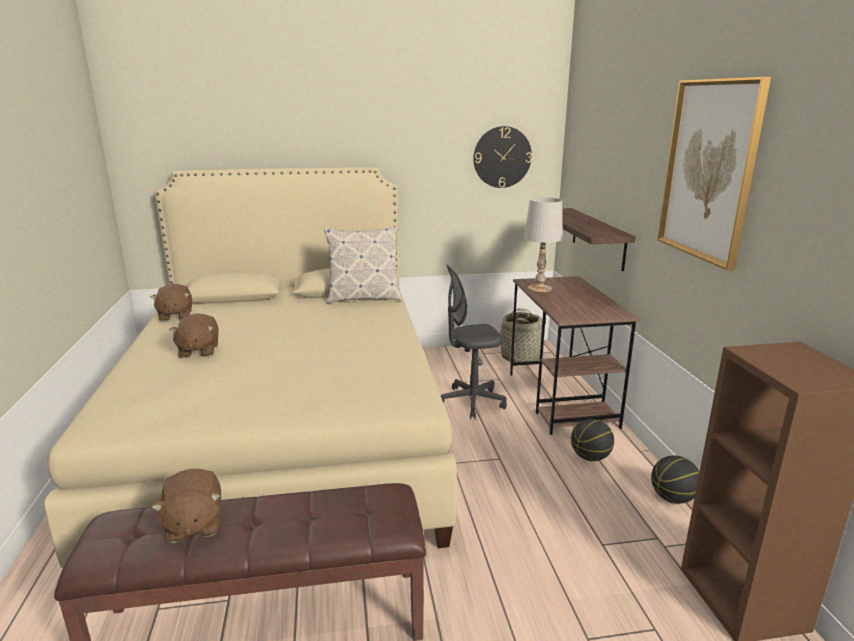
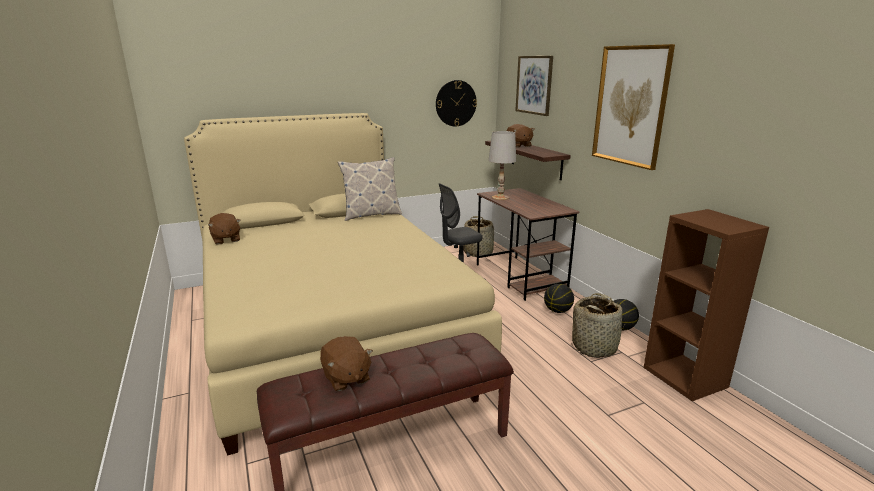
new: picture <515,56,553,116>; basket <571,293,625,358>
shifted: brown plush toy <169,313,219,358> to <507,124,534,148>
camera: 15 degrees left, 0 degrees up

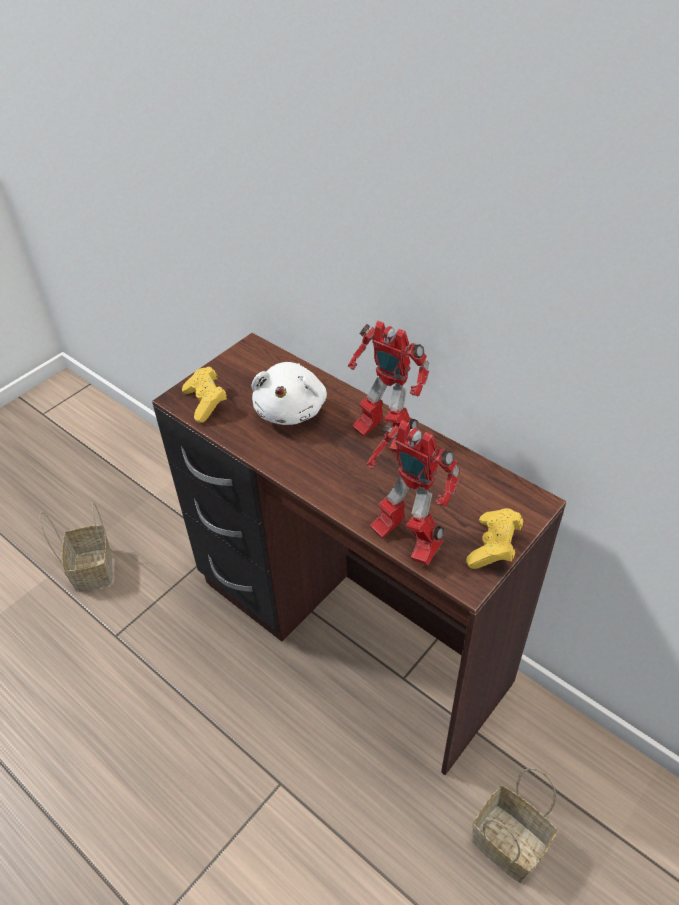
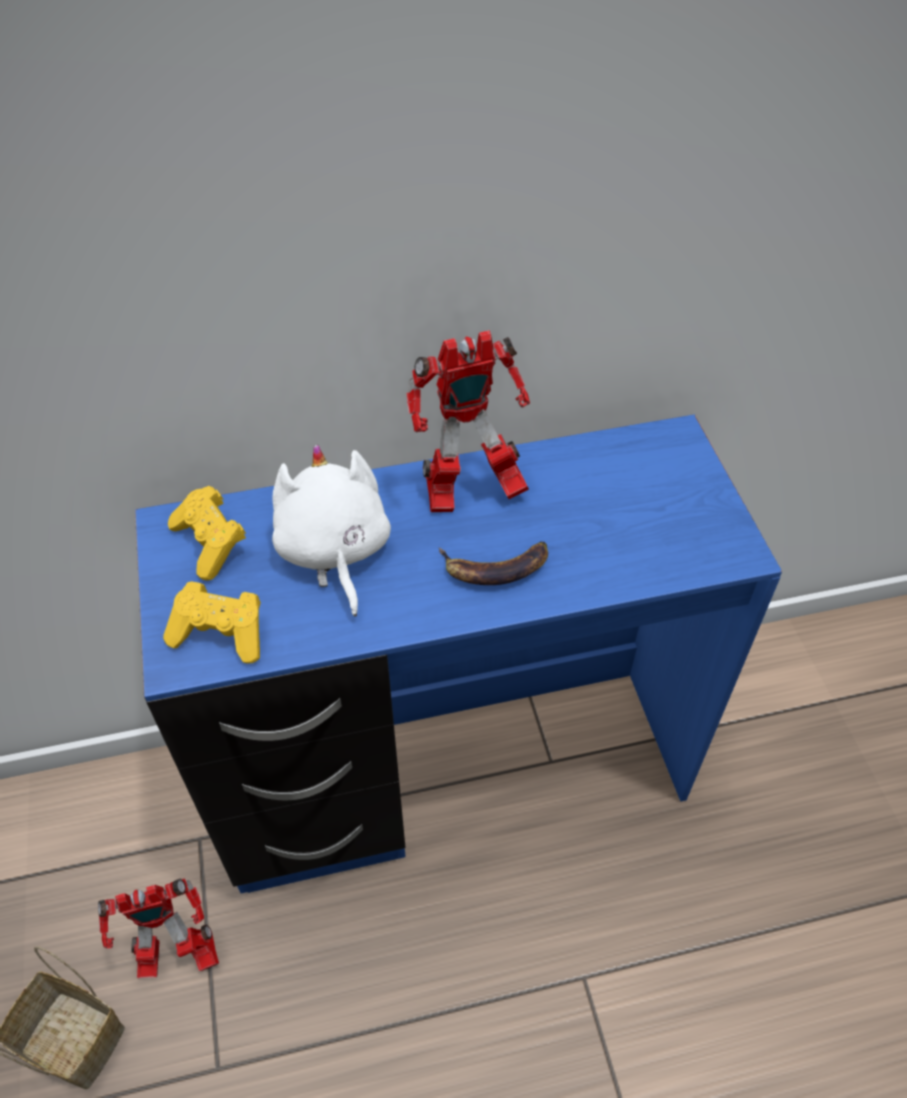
gone: basket <471,768,557,883>
new: banana <438,541,548,585>
shifted: toy robot <367,420,459,565> to <98,878,219,978>; yellow game controller <466,508,523,569> to <168,486,246,581>
repainted: brown desk <152,333,566,775> to blue desk <135,414,782,893>
rotated: white plush toy <251,362,327,425> = <272,444,391,617> 150 degrees counterclockwise
camera: 55 degrees left, 5 degrees up

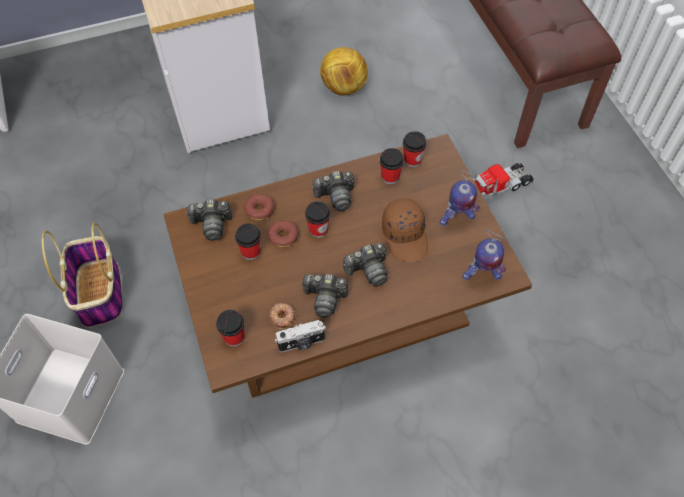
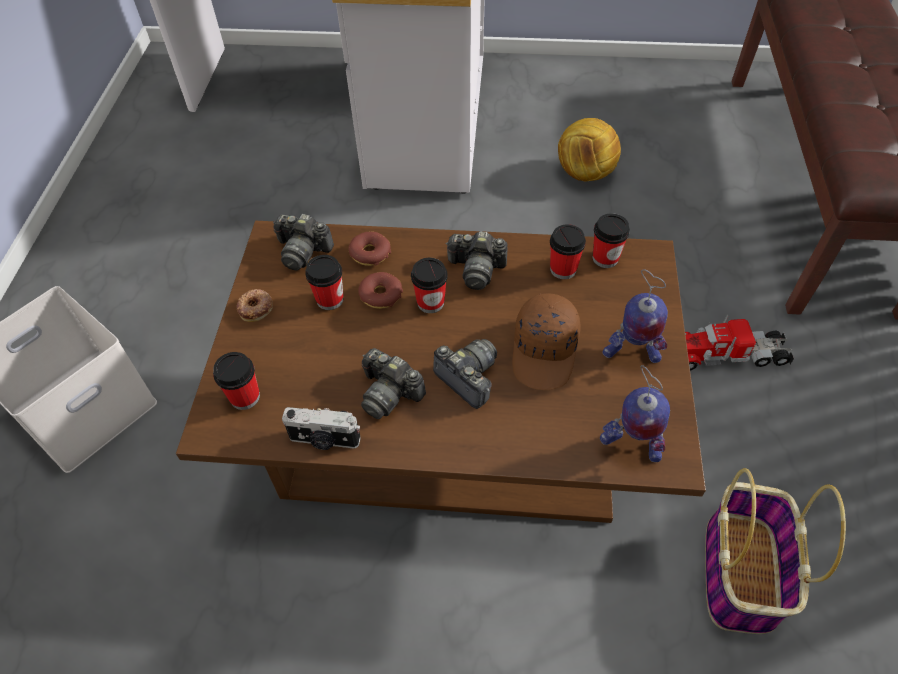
shifted: donut <269,303,296,330> to <236,289,273,322>; basket <42,222,123,328> to <705,468,846,634>
rotated: photo camera <343,243,388,287> = <433,339,497,409> 135 degrees counterclockwise
camera: 25 degrees right, 5 degrees down

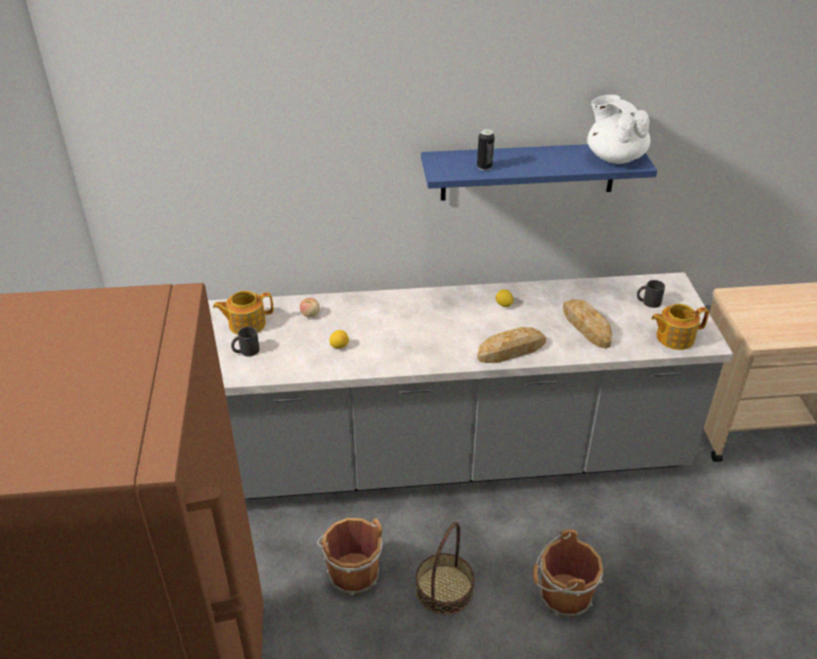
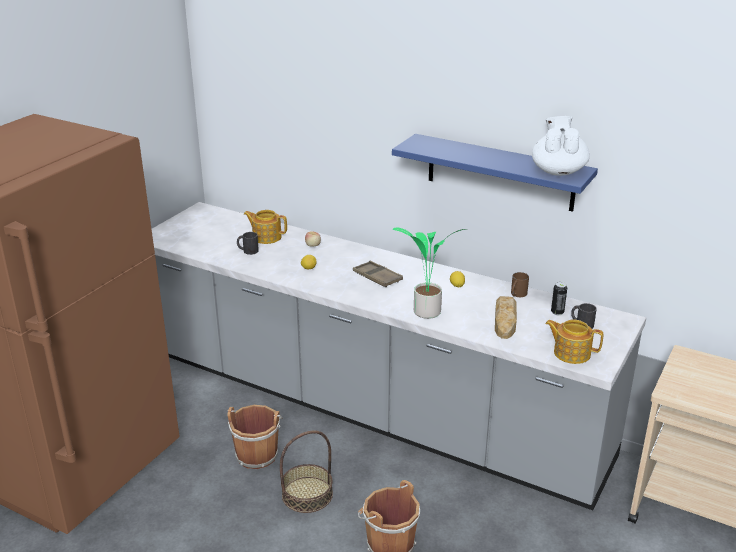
new: brown tray <353,261,403,287>; brown mug <511,272,529,297>
shifted: can <477,129,495,171> to <551,282,567,315>
swapped: bread <477,327,546,363> to potted plant <392,227,467,319>
camera: 35 degrees right, 10 degrees down

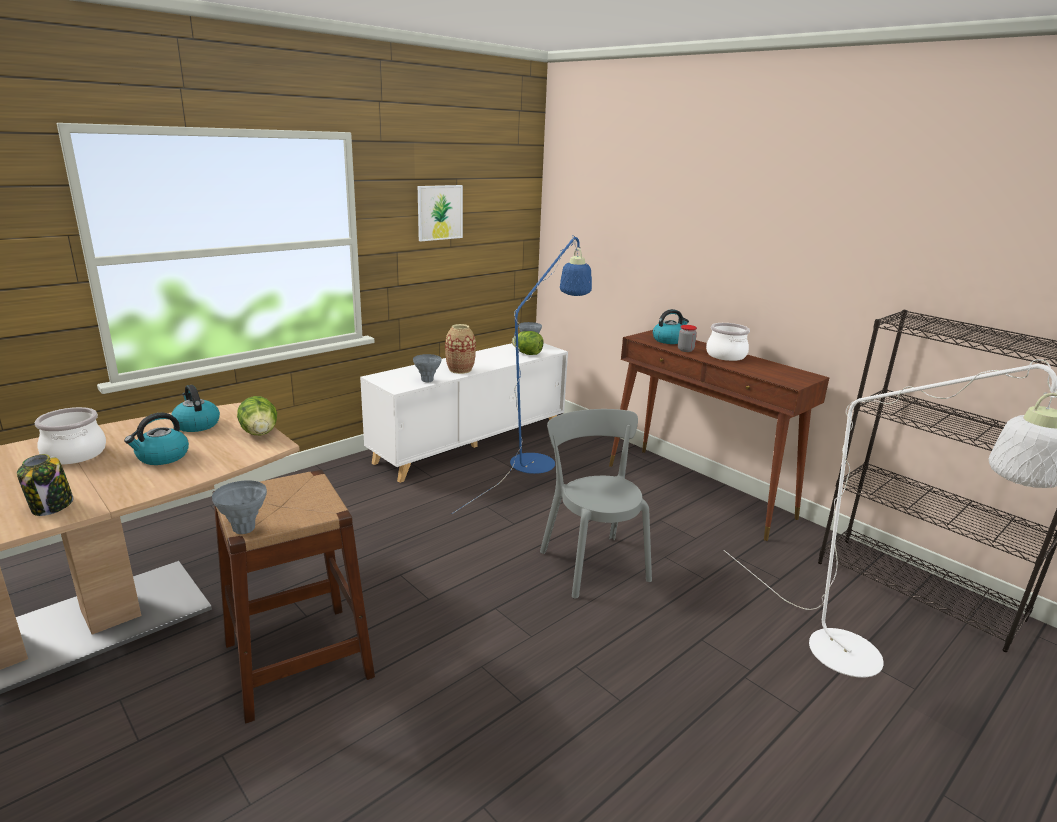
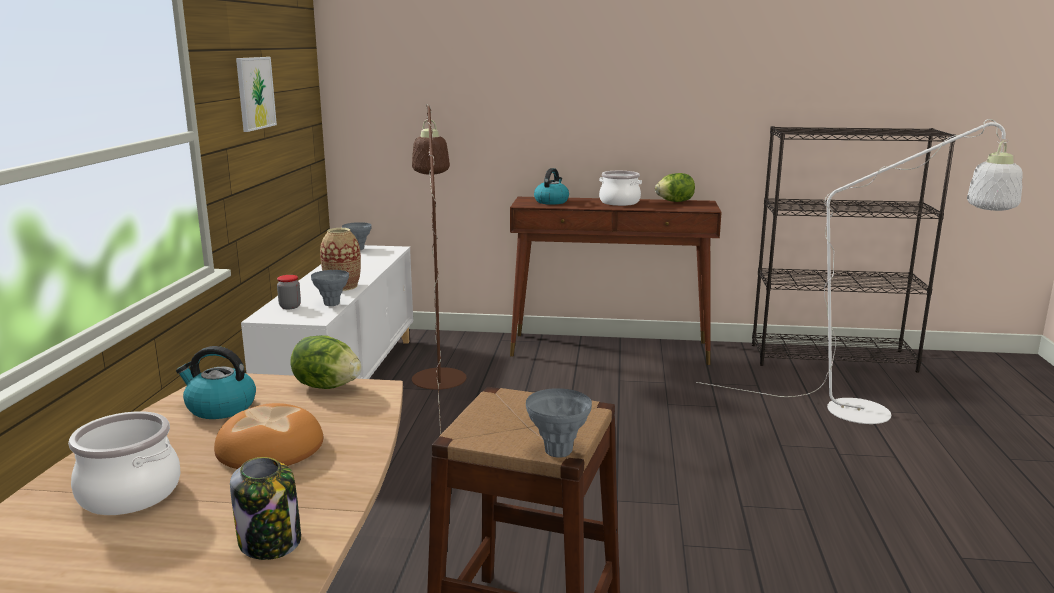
gone: grey chair <540,409,652,599>
shifted: jar <678,325,697,352> to <277,275,301,309>; lettuce <512,331,543,355> to <655,173,695,202>
swapped: kettle <124,413,189,465> to bread <214,403,323,469>
repainted: blue floor lamp <452,235,592,514> to brown floor lamp <412,104,466,435>
camera: 40 degrees left, 5 degrees down

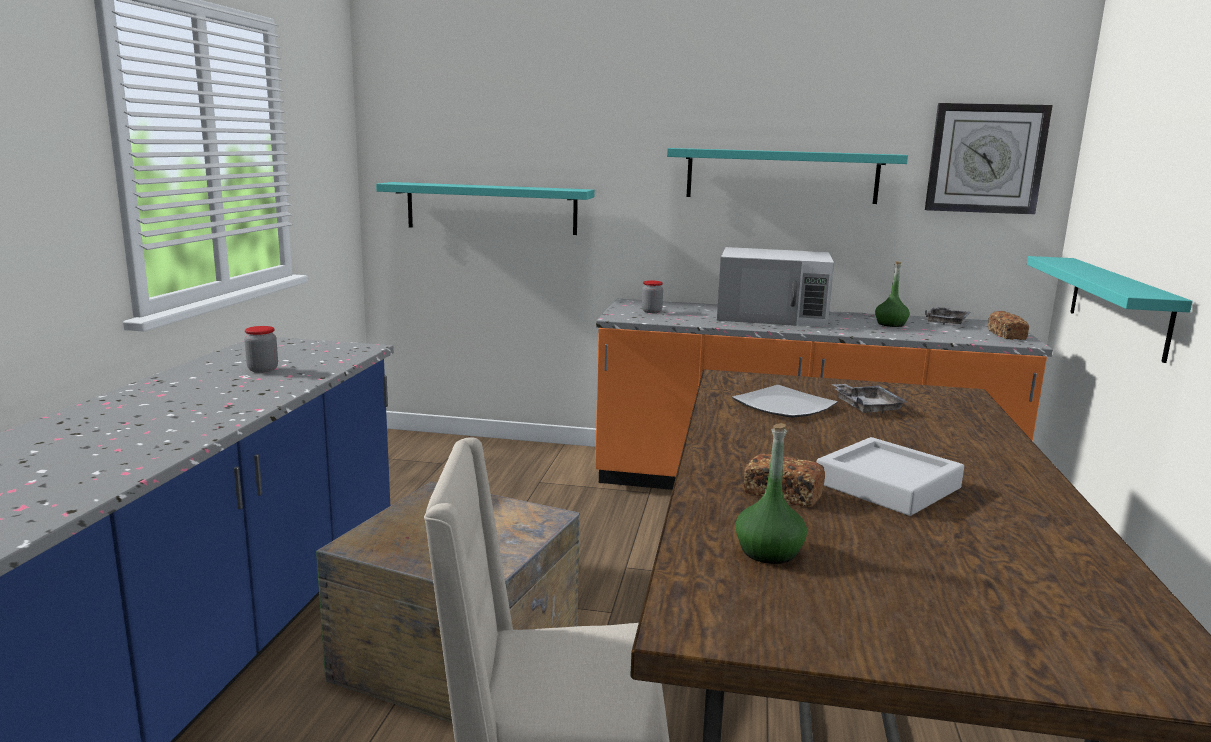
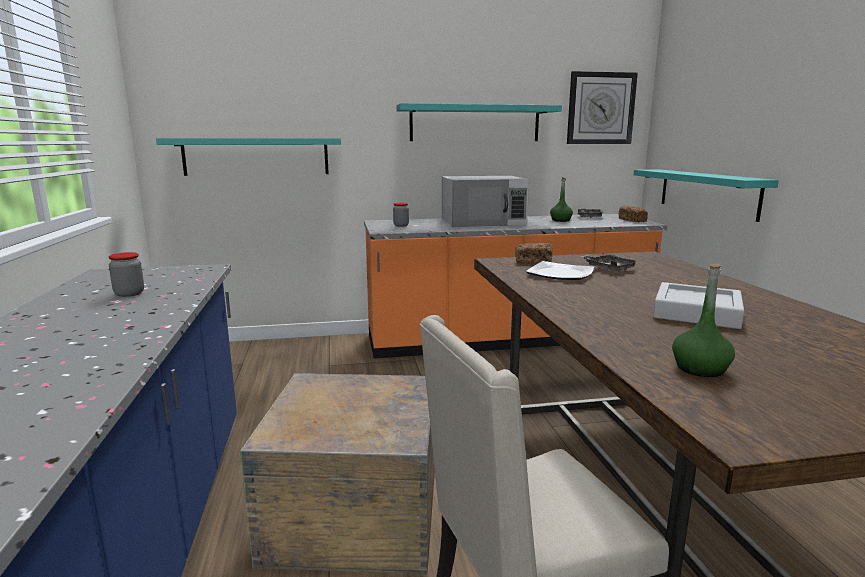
shifted: bread <744,453,825,507> to <516,243,553,264>
camera: 20 degrees left, 0 degrees up

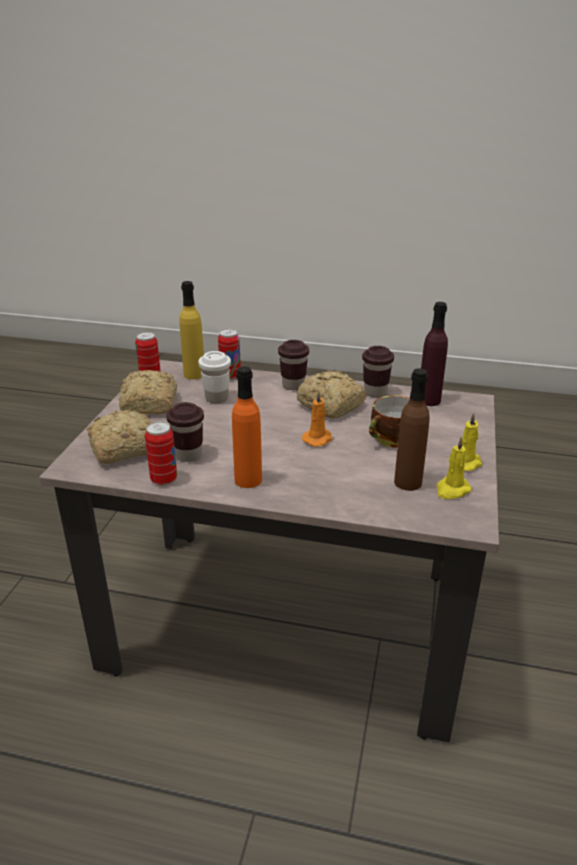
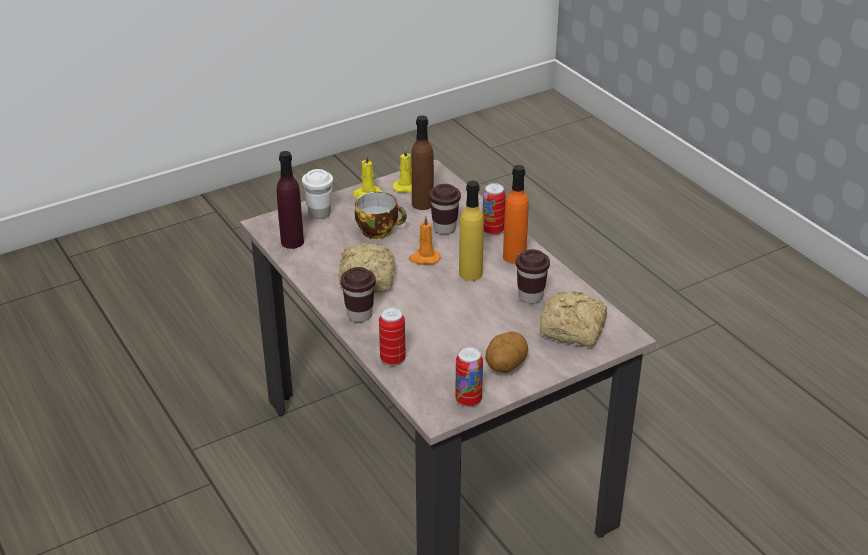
shifted: white cup <198,351,231,403> to <302,169,333,219>; brown cup <362,346,394,397> to <429,184,461,234>; yellow bottle <179,281,204,380> to <459,181,484,281>; can <145,421,177,486> to <483,183,506,235>
swapped: bread <119,370,177,414> to potato <486,332,528,373>
camera: 135 degrees left, 5 degrees up

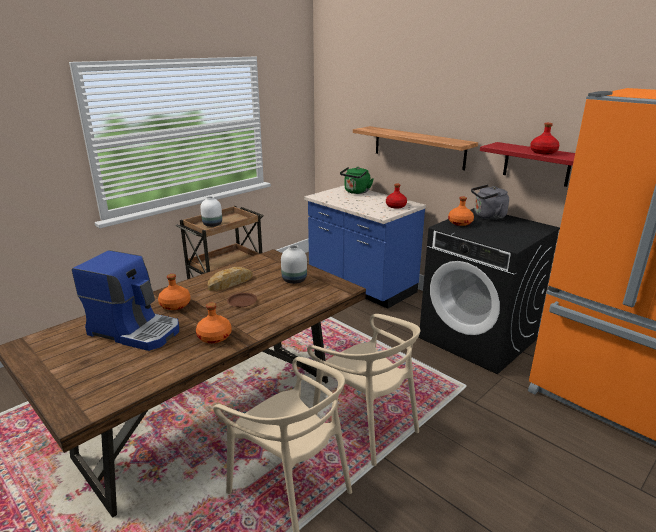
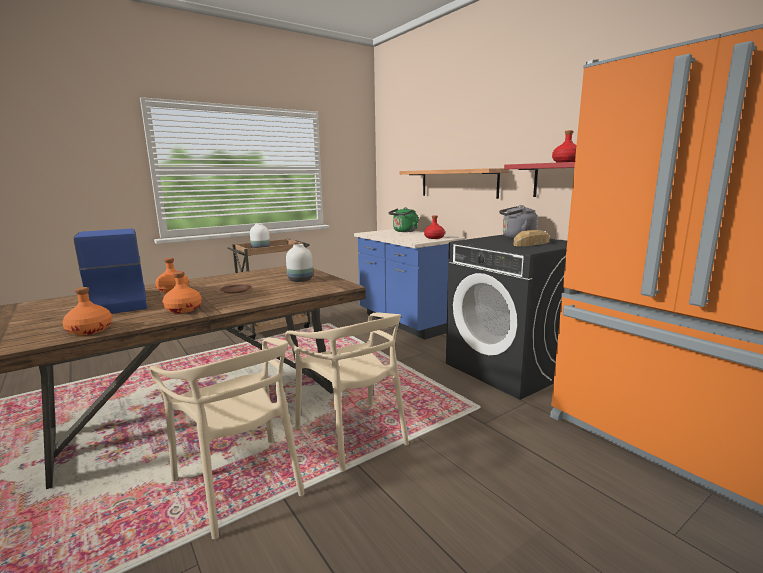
shifted: orange bottle <448,196,474,226> to <62,287,112,335>; bread <208,267,253,291> to <513,230,550,246>
rotated: coffee machine <72,250,179,351> = <73,229,147,314> 150 degrees counterclockwise
camera: 10 degrees right, 10 degrees down

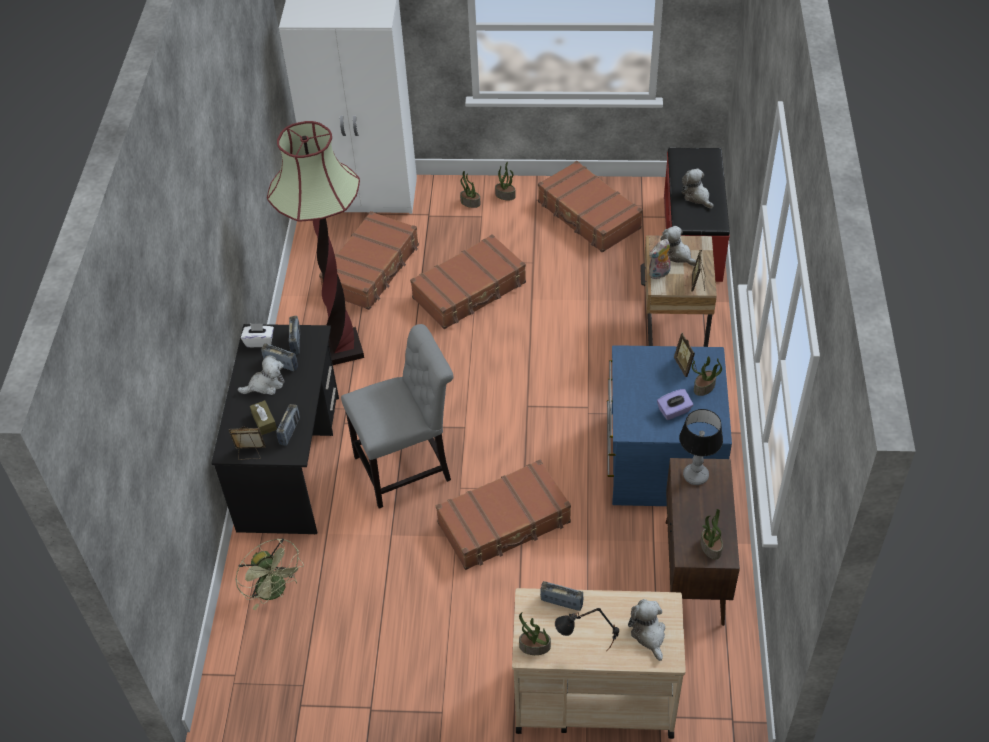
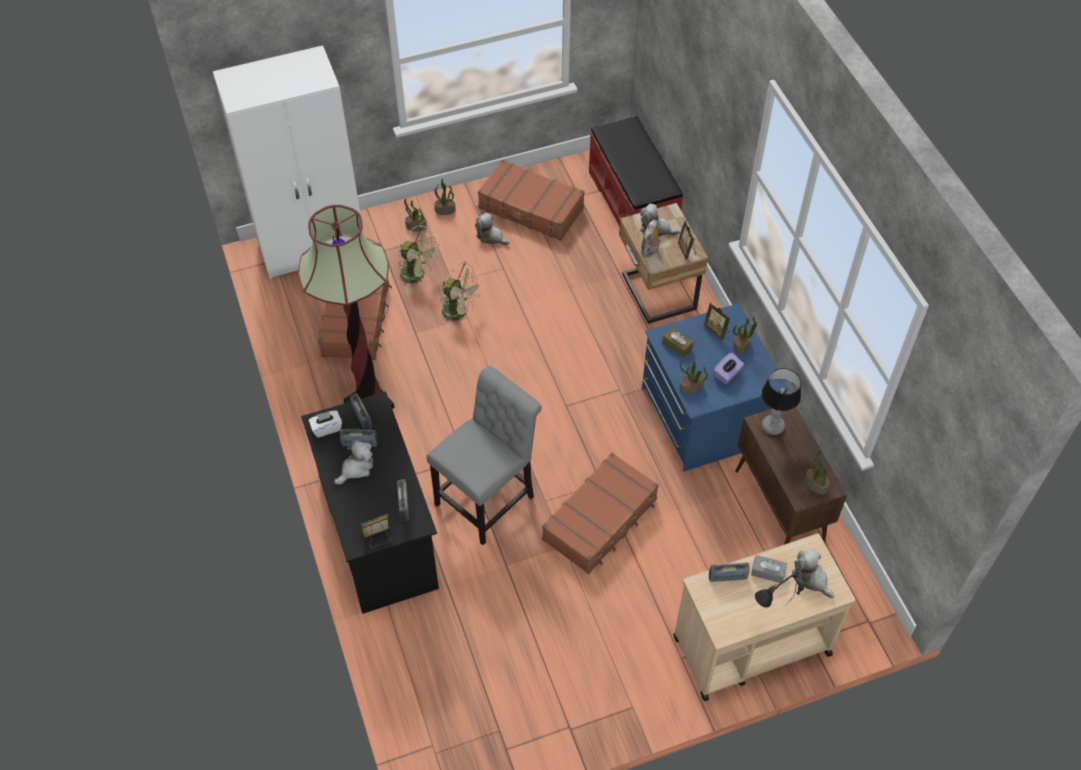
new: grey tissue box <751,555,787,583>
shifted: green fan <235,538,304,610> to <399,225,440,292>; plush toy <682,169,714,208> to <475,213,510,245>; brown tissue box <250,400,277,435> to <662,328,694,358>; potted plant <519,612,551,655> to <680,361,708,394>
swapped: brown suitcase <410,234,526,329> to beige fan <440,262,483,330>
camera: 25 degrees left, 5 degrees up

